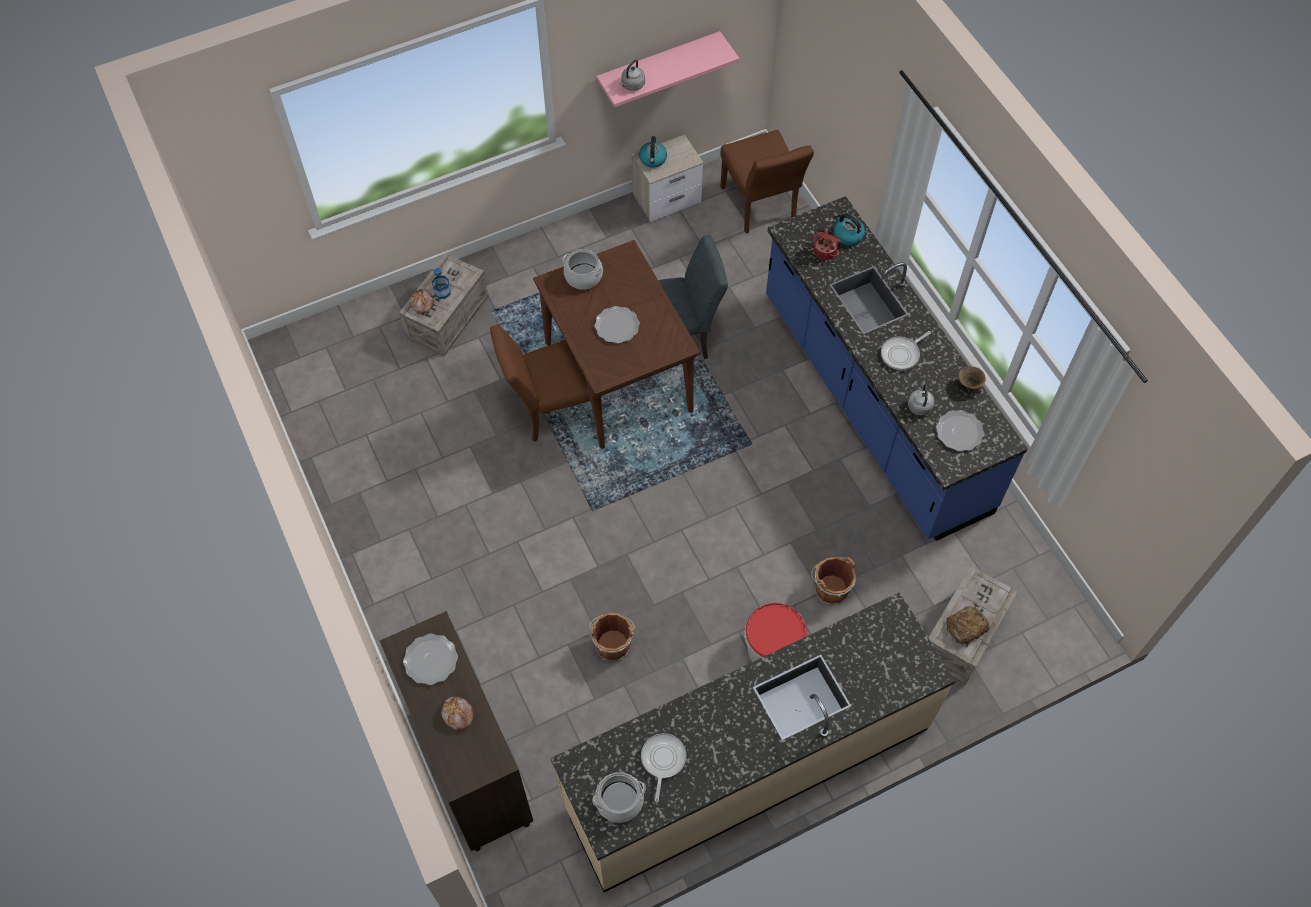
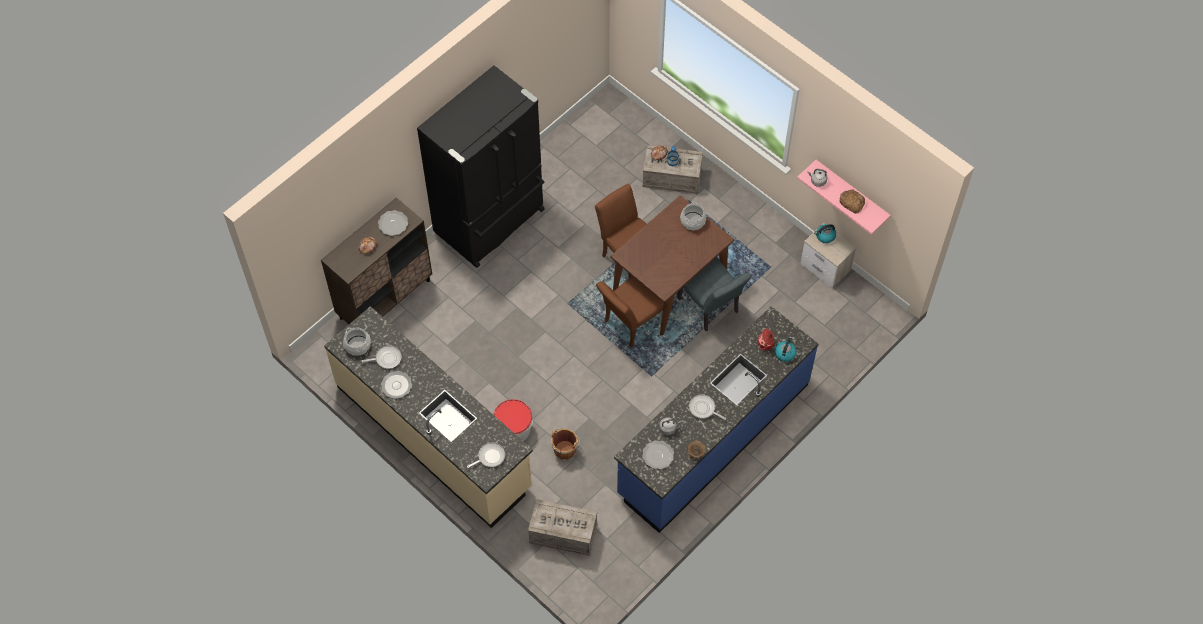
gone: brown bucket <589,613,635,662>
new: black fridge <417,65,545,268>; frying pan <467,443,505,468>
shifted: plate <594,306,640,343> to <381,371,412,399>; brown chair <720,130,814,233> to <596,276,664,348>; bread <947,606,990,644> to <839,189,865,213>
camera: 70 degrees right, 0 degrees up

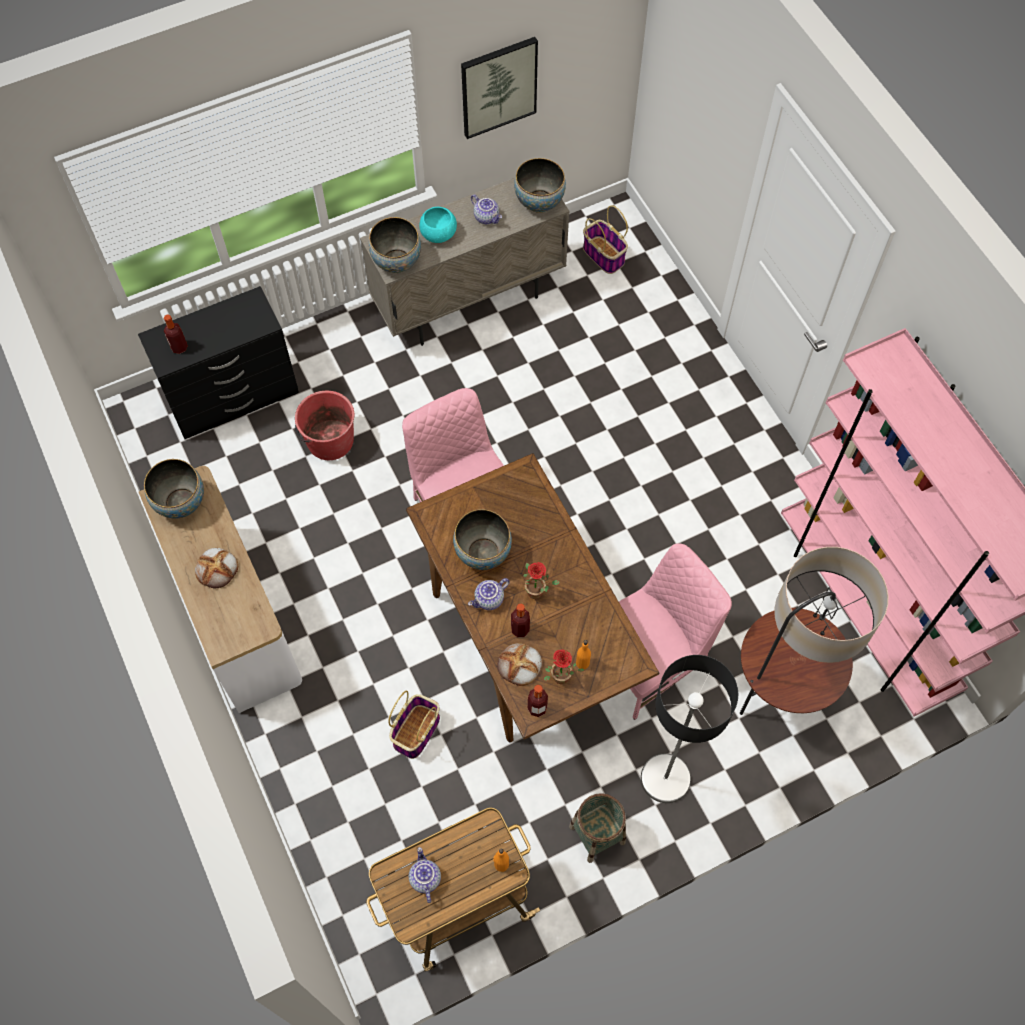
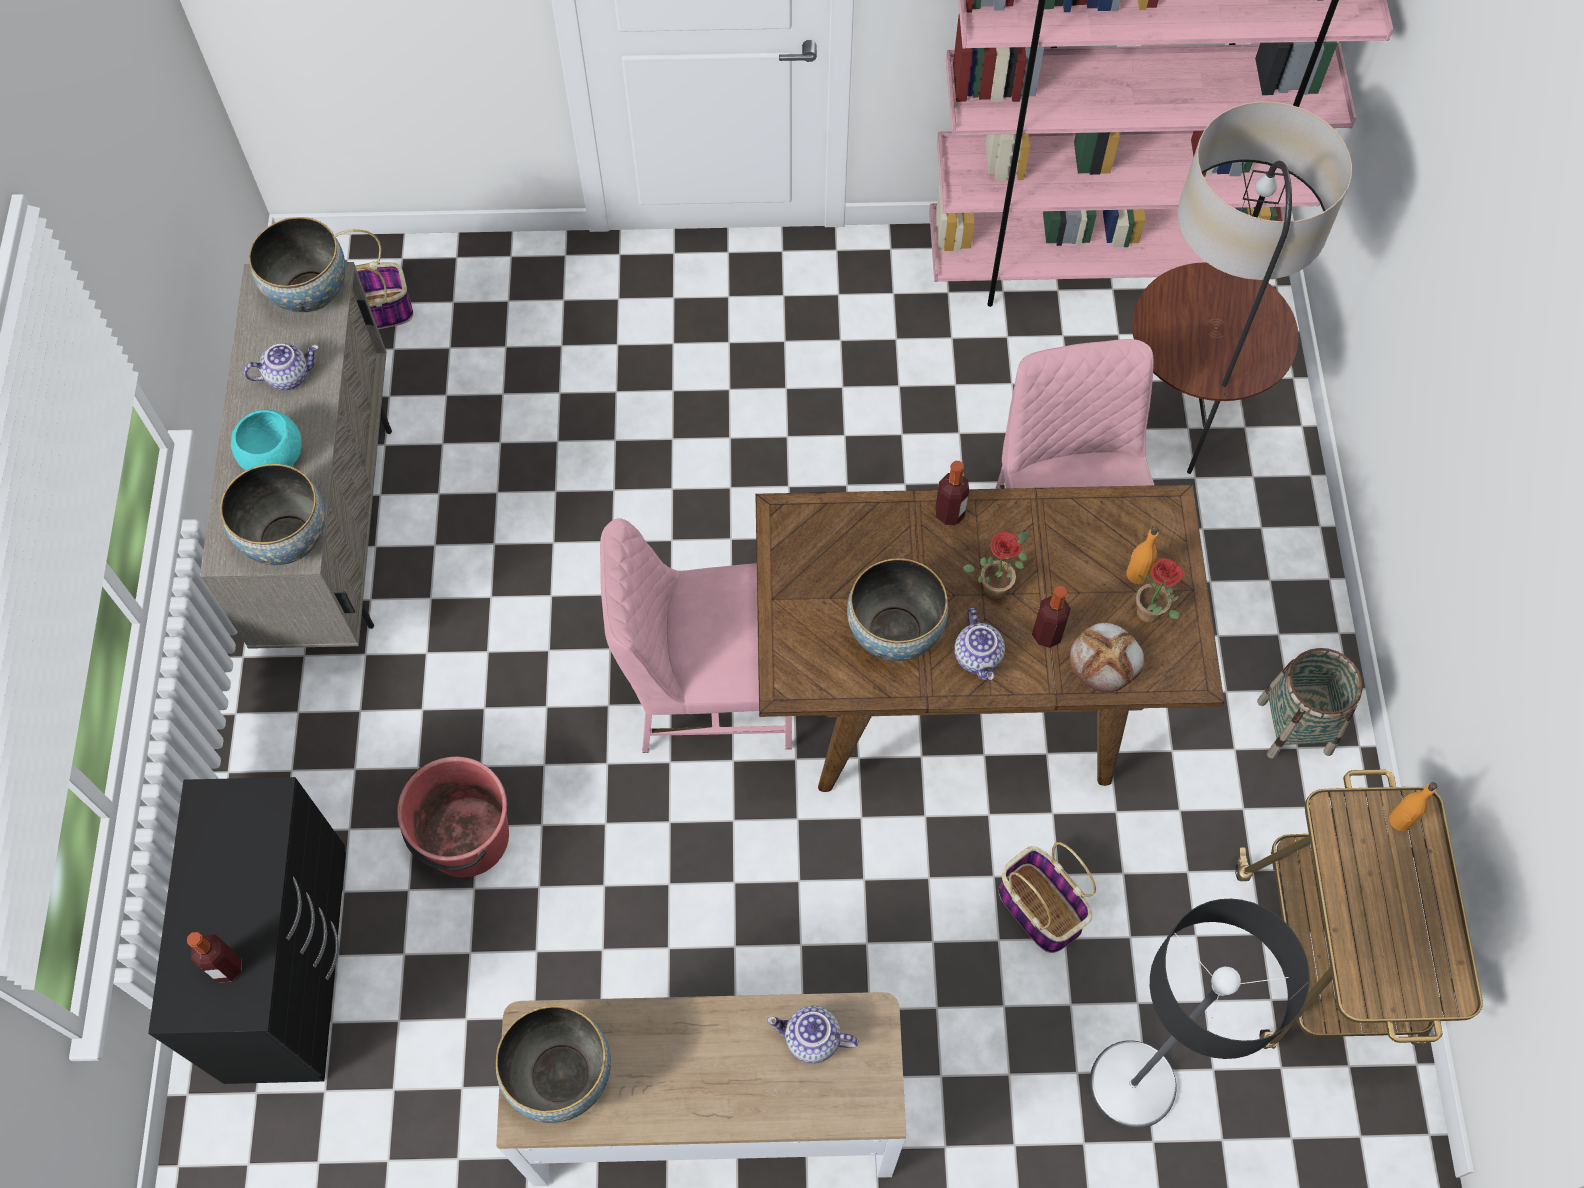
gone: bread <195,548,238,588>; picture <461,37,538,139>
shifted: teapot <409,847,441,903> to <767,1006,858,1064>; bottle <528,685,548,717> to <935,461,969,525>; floor lamp <641,655,738,803> to <1090,899,1310,1129>
camera: 65 degrees left, 0 degrees up

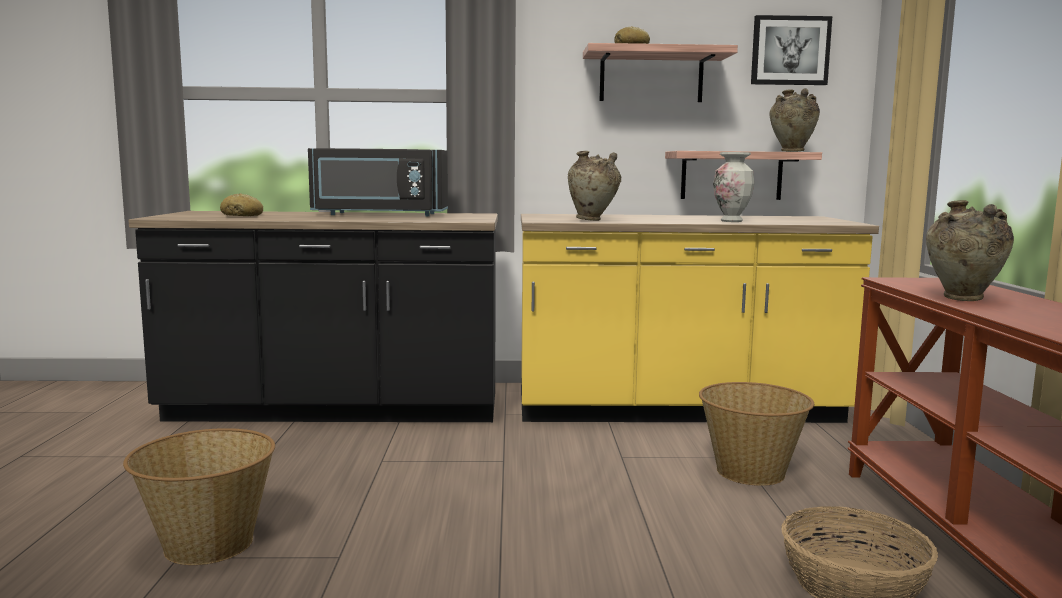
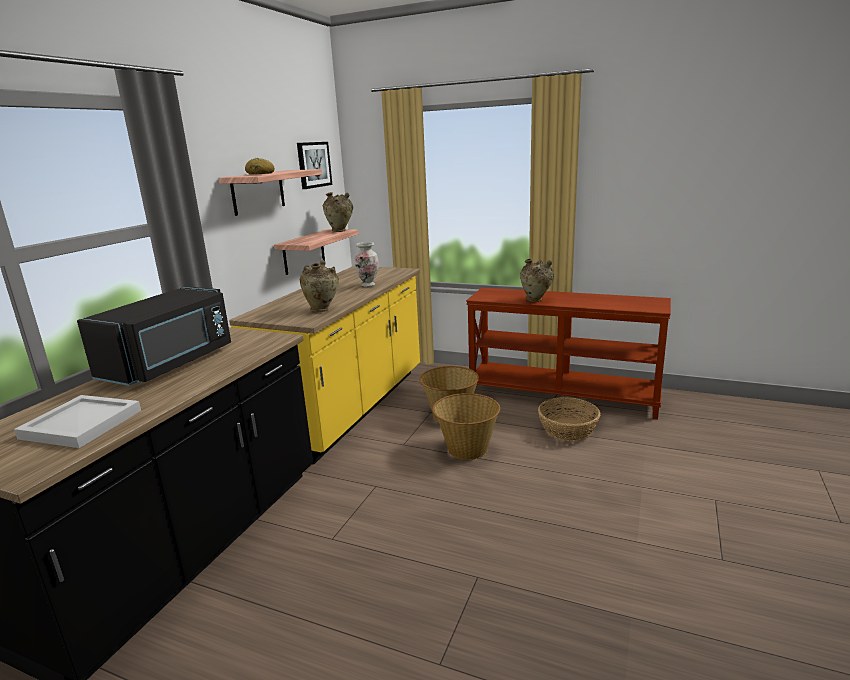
shifted: basket <123,428,275,565> to <432,393,500,460>
swapped: bread <220,193,263,216> to white tray <14,395,141,448>
camera: 65 degrees left, 10 degrees up

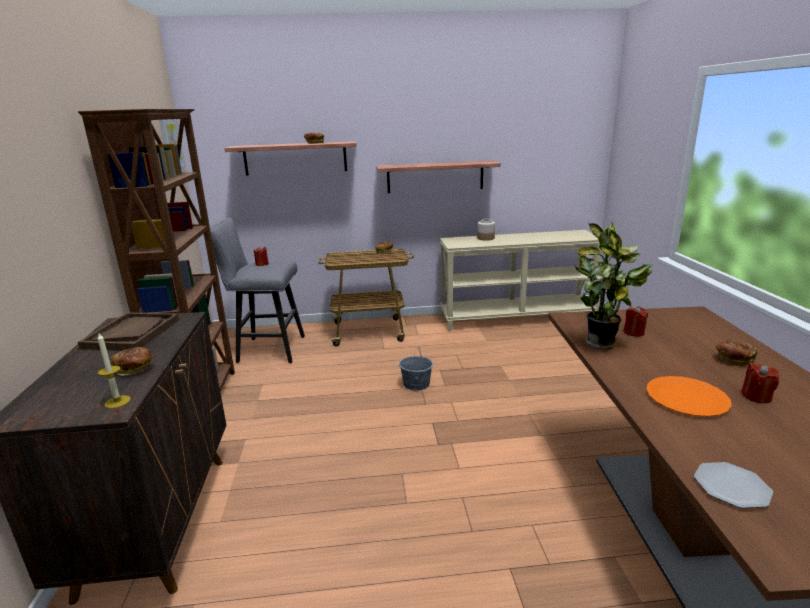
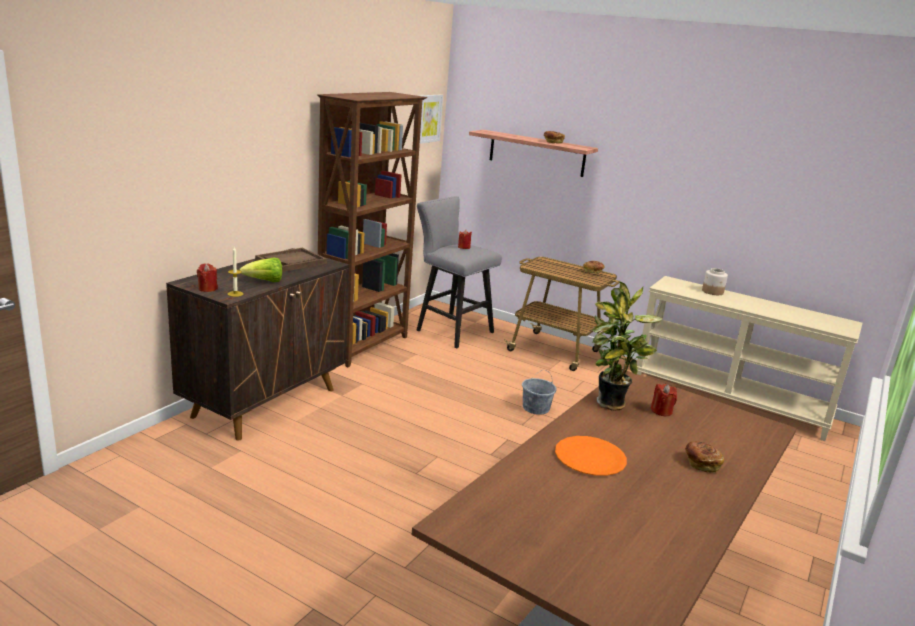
gone: shelf <376,161,501,193>; plate <694,462,773,508>
shifted: red candle <741,363,779,404> to <197,263,218,292>
swapped: bread <111,347,153,376> to lettuce <239,257,282,282>
camera: 35 degrees right, 0 degrees up

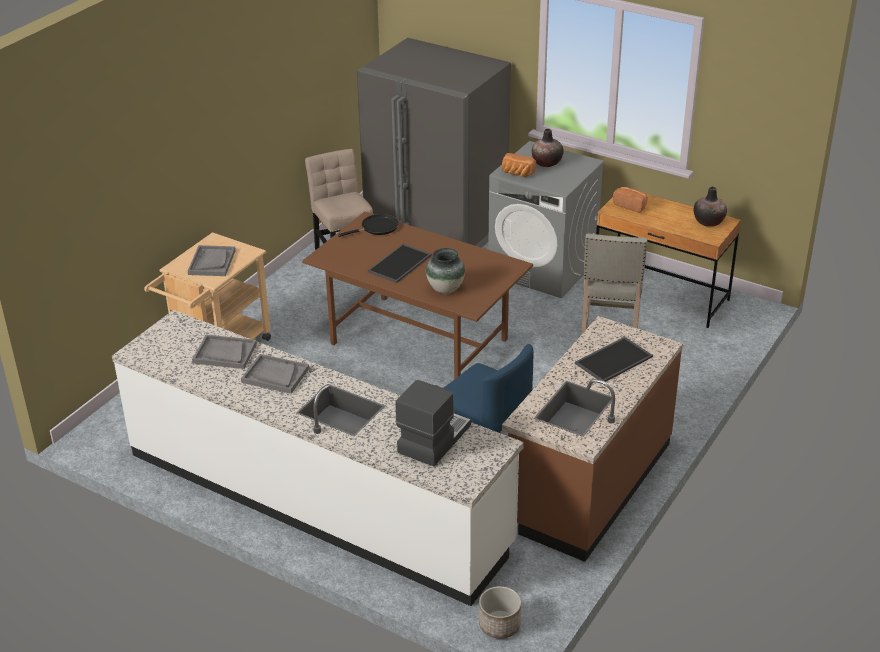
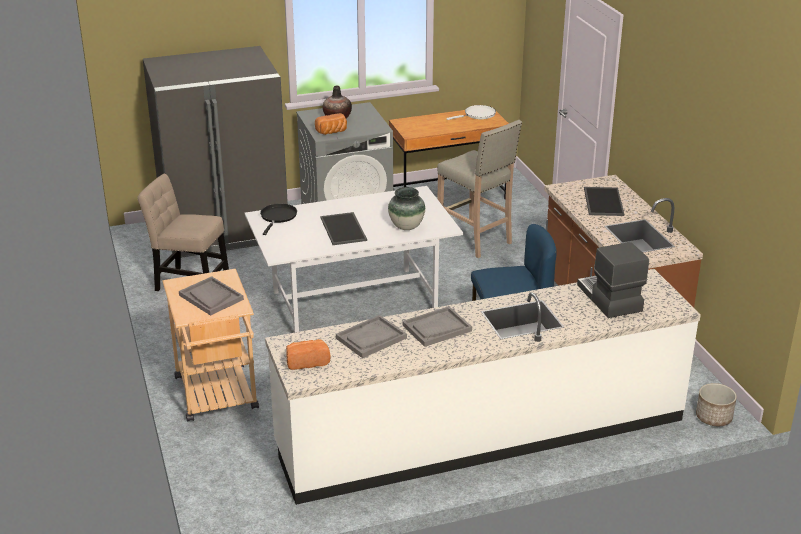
shifted: bread <613,187,648,213> to <286,339,331,370>
swapped: vase <694,187,727,227> to white frying pan <446,105,496,120>
repainted: brown dining table <302,212,533,380> to white dining table <245,186,463,333>
camera: 50 degrees left, 5 degrees down

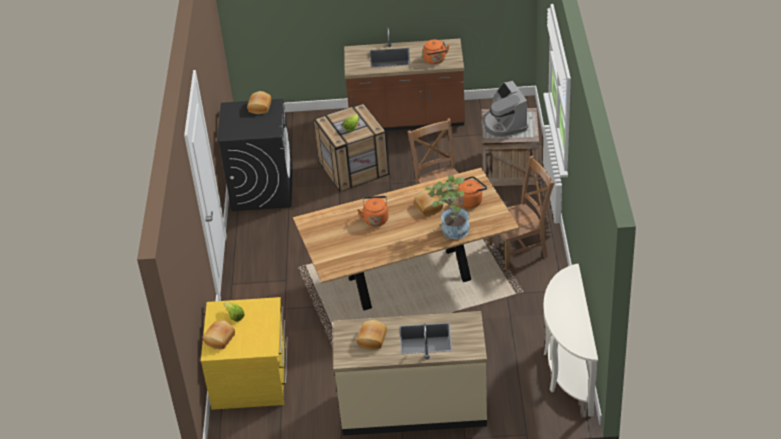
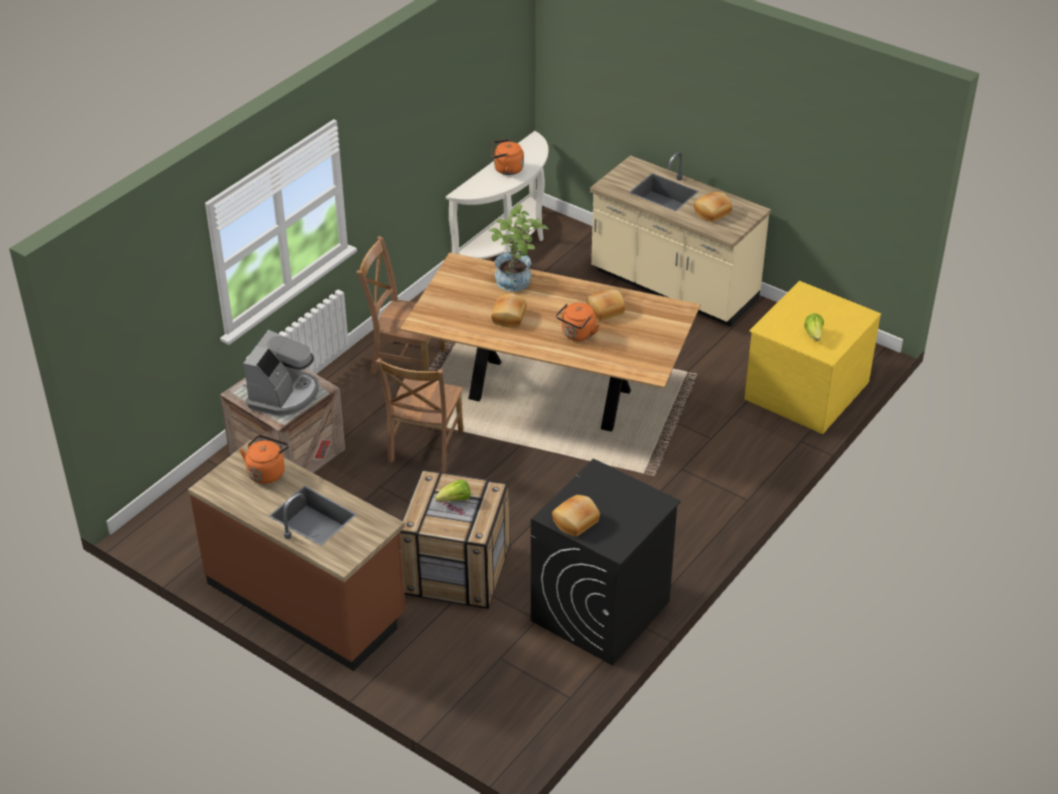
shifted: orange kettle <457,176,487,208> to <491,139,524,175>; bread <203,320,235,349> to <586,289,625,321>
camera: 145 degrees left, 0 degrees up

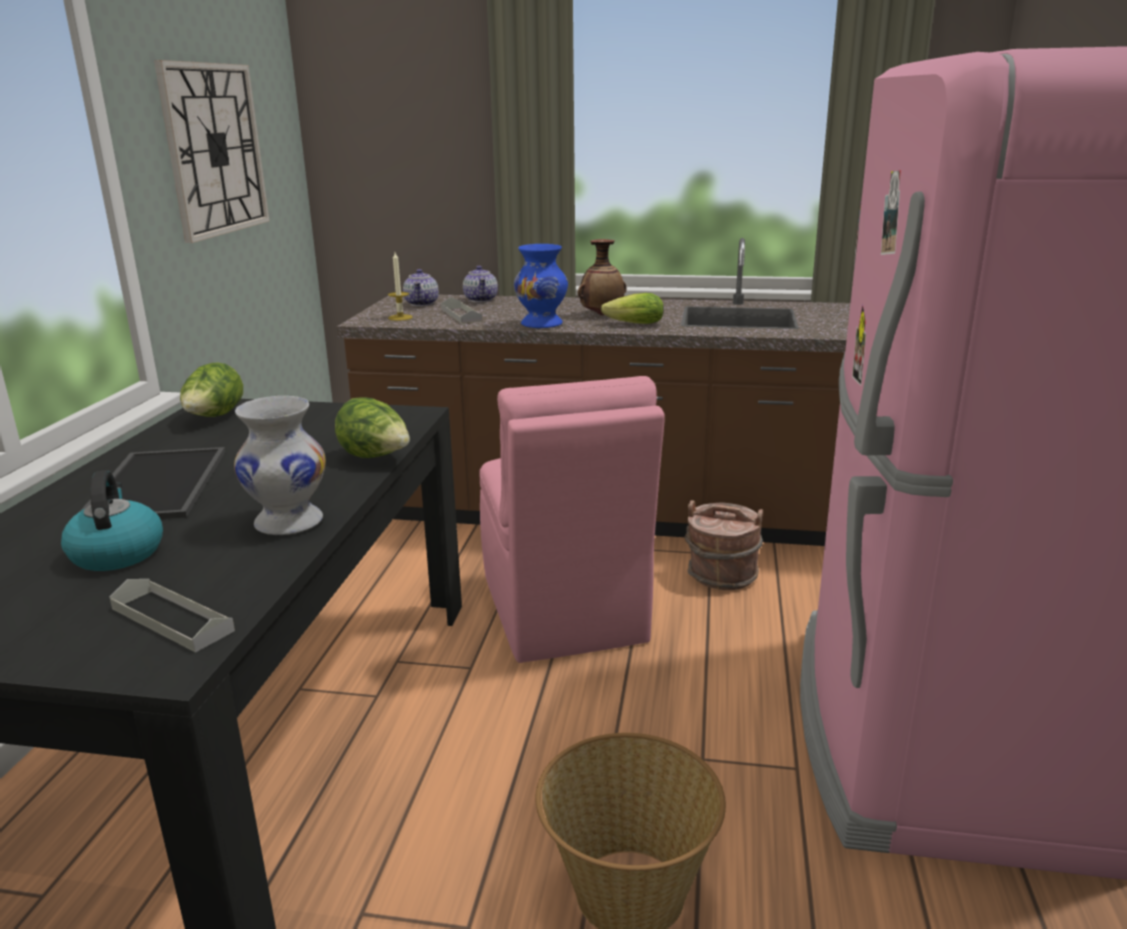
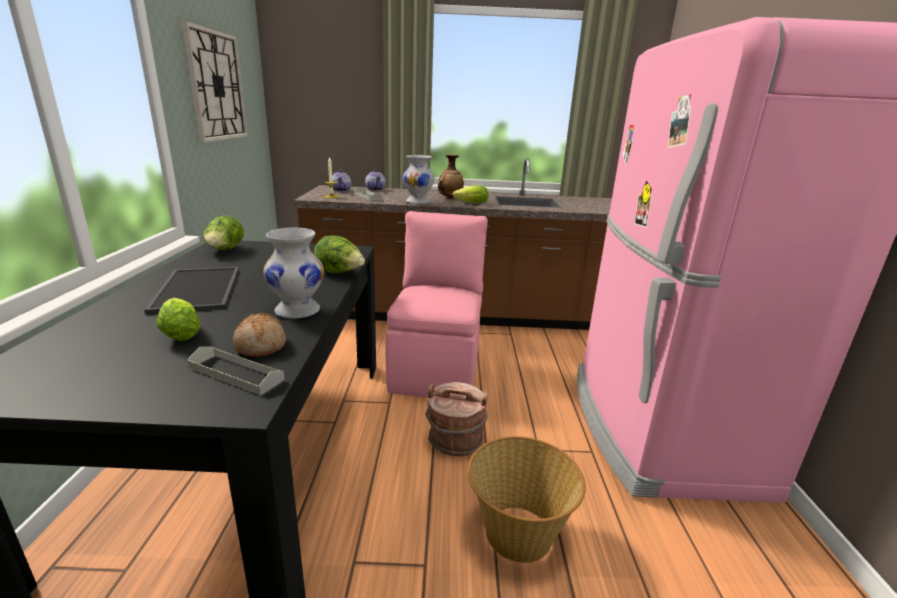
new: bread <233,313,286,357>
shifted: brown bucket <684,500,763,590> to <425,382,488,457>
swapped: kettle <61,470,163,571> to lettuce <156,298,200,341>
repainted: blue vase <514,244,568,328> to white vase <403,155,434,204>
rotated: pink chair <479,376,665,663> = <385,211,488,398> 150 degrees counterclockwise
camera: 10 degrees left, 0 degrees up

